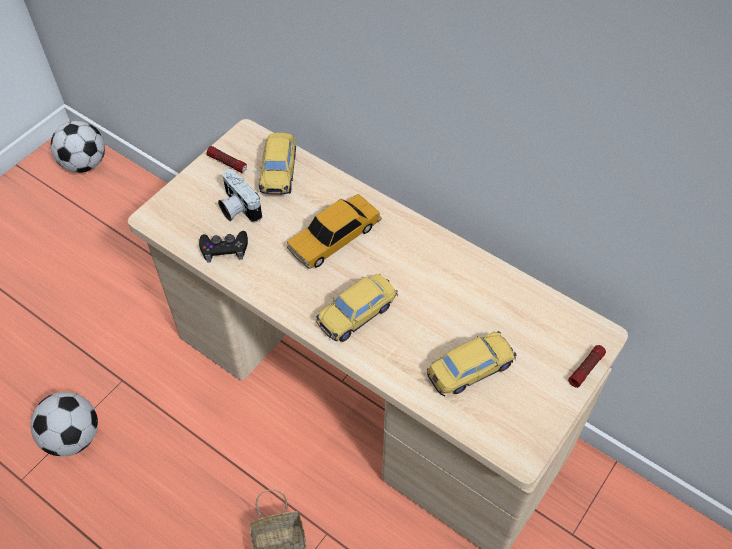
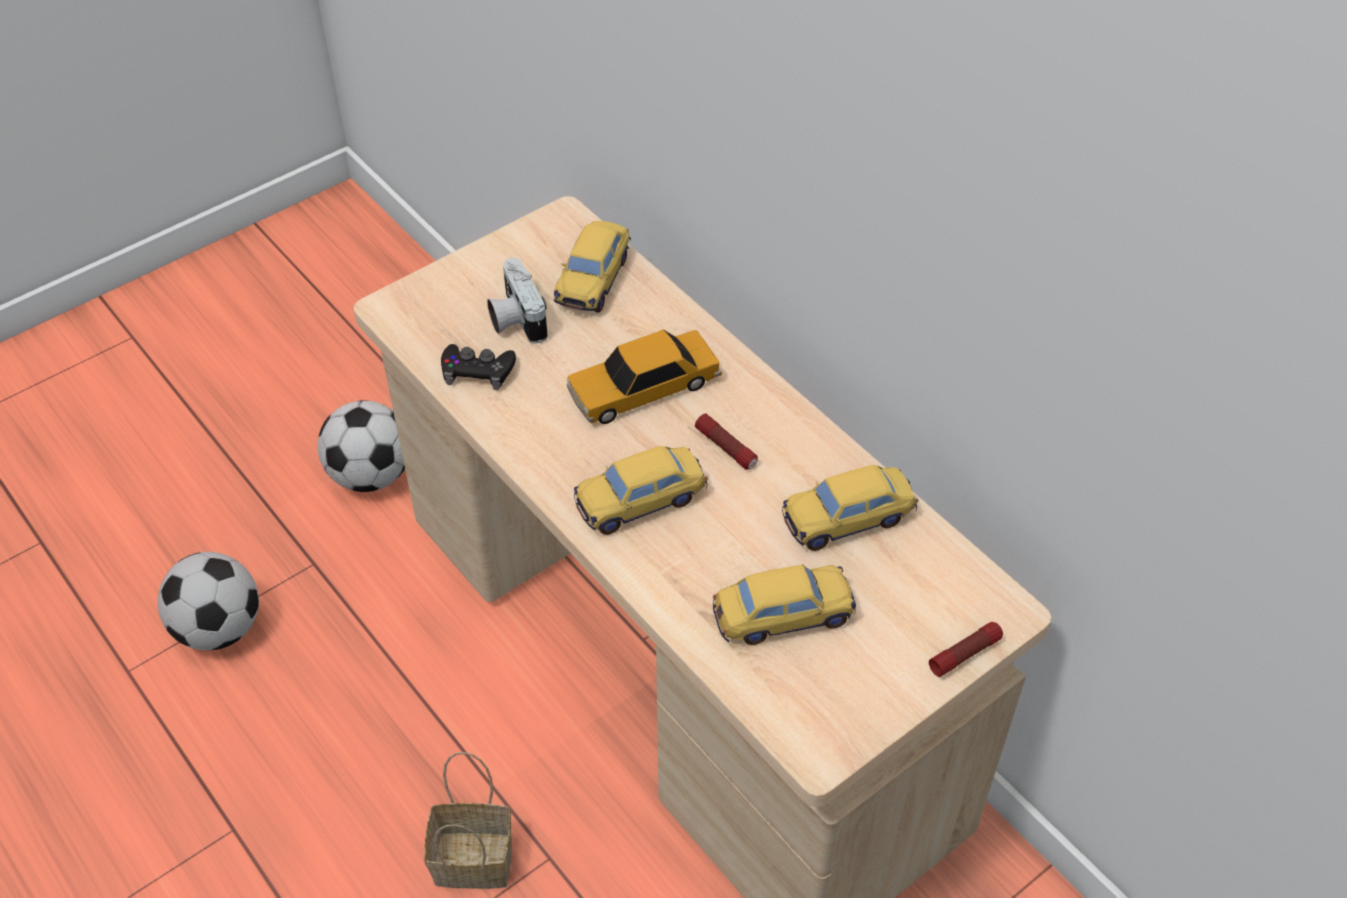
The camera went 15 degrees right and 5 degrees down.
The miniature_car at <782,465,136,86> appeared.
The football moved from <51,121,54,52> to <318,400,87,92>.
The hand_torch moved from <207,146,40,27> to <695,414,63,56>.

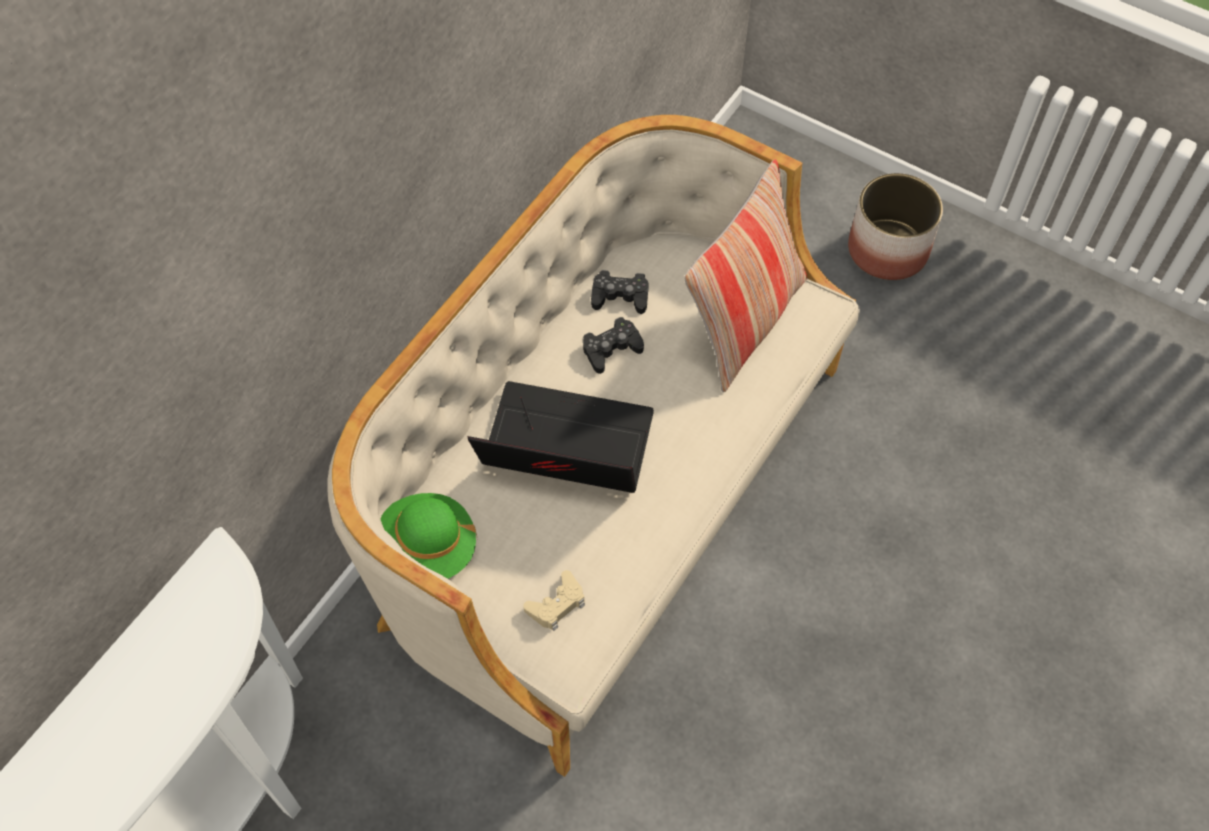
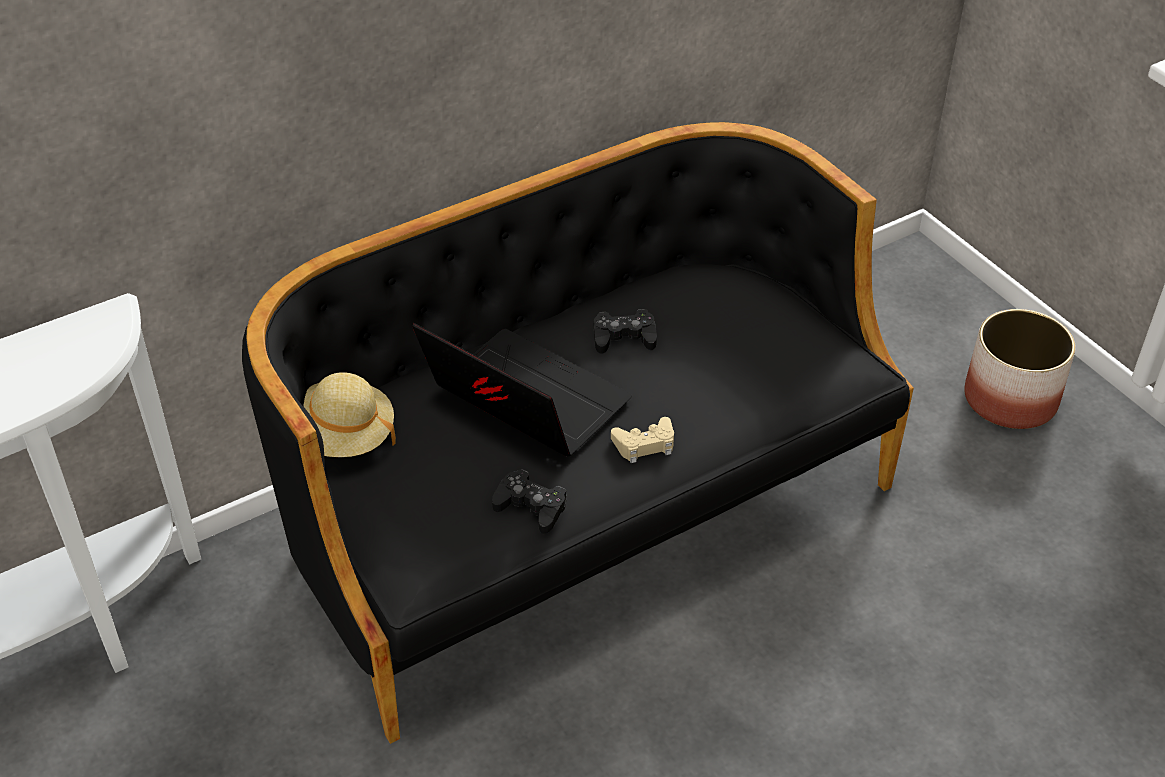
The camera went 25 degrees right and 15 degrees down.
The pillow at <684,159,123,233> disappeared.
The sand-coloured_gamepad moved from <523,570,62,61> to <611,417,63,46>.
The blackish_gamepad moved from <591,270,58,44> to <492,469,74,65>.
The sand-coloured_settee at <327,115,533,662> became the blackish_settee at <242,122,672,622>.
The green_wearable_hat at <381,493,97,86> became the sand-coloured_wearable_hat at <303,372,93,85>.

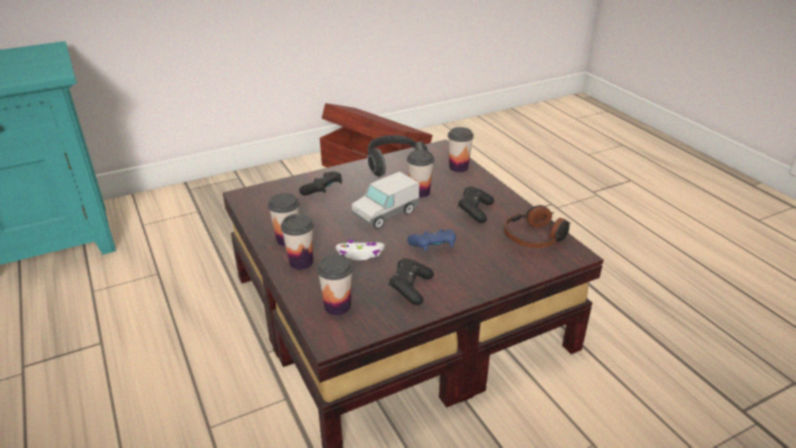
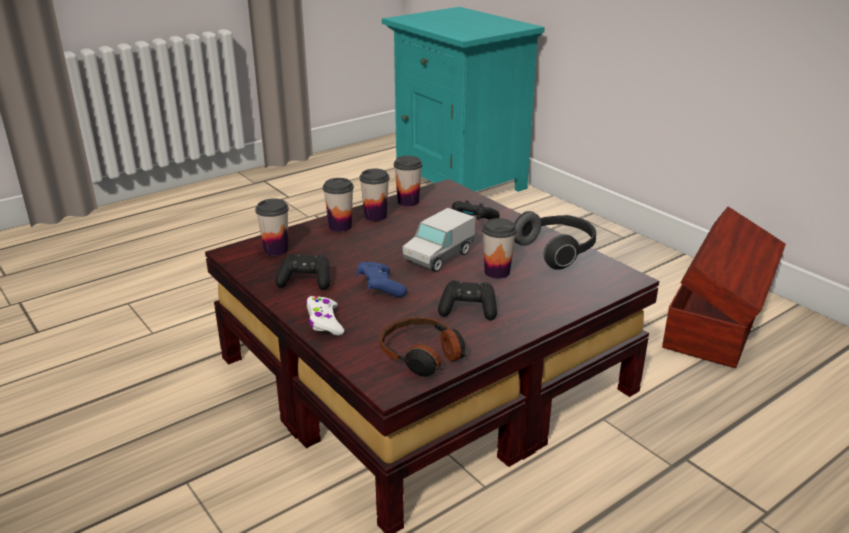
The camera went 80 degrees right and 5 degrees down.
The white_gamepad moved from <336,240,49,20> to <306,296,38,40>.
The small_cup moved from <448,127,26,45> to <394,156,28,50>.
The model_truck at <351,171,68,58> turned 90 degrees counterclockwise.

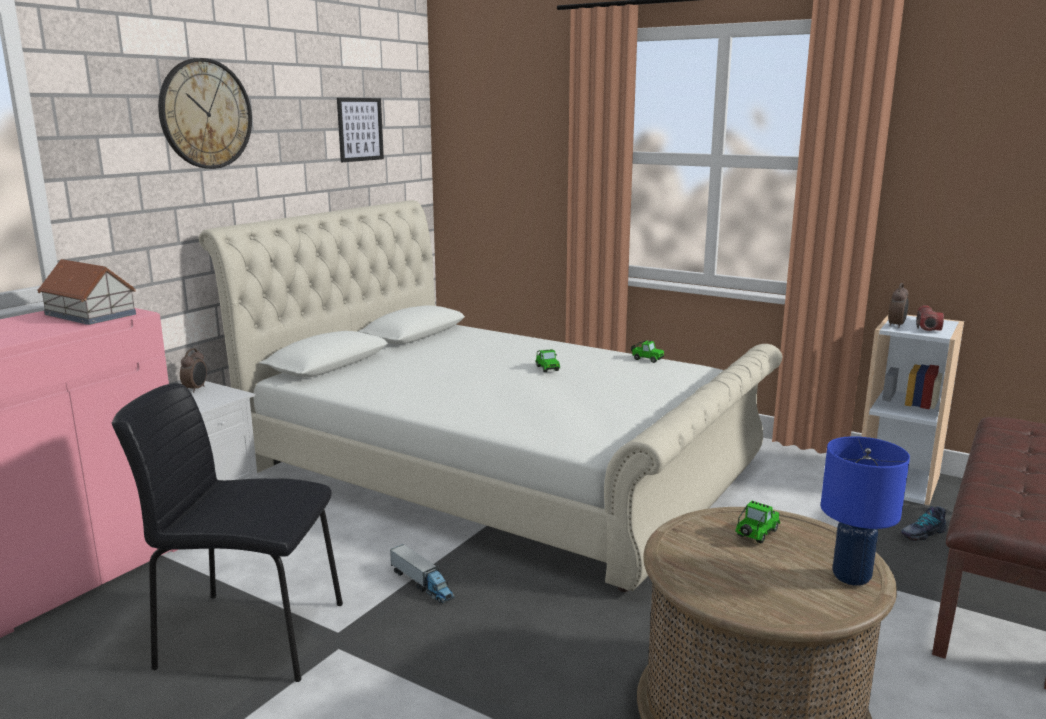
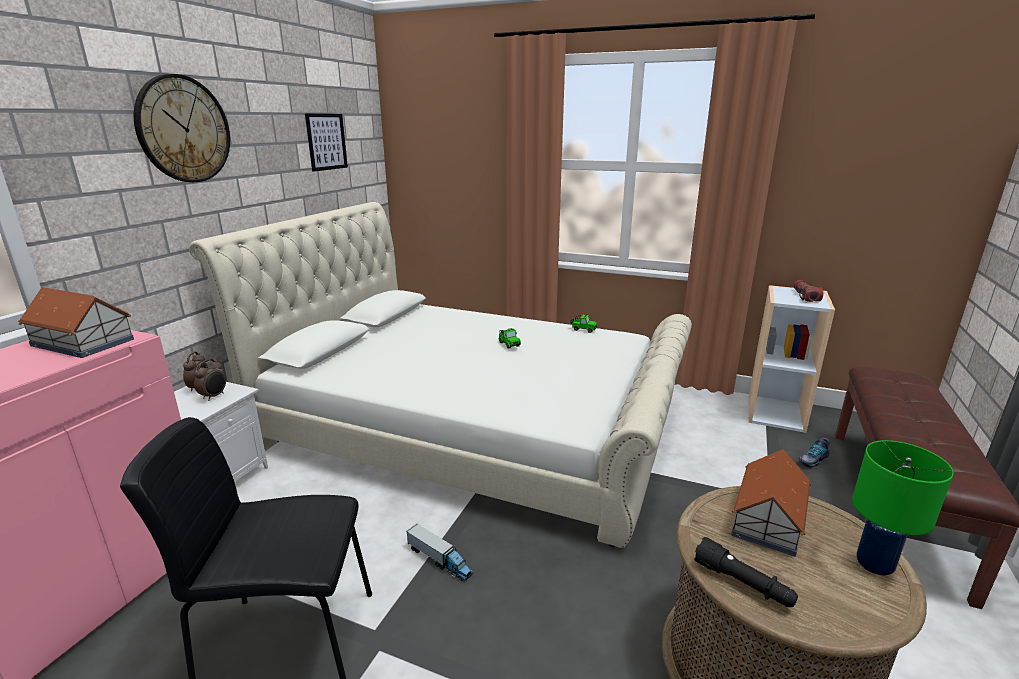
The camera went 10 degrees left and 5 degrees up.
The blackish_hand_torch at <694,537,104,70> appeared.
The alarm_clock moved from <888,283,21,45> to <194,359,32,42>.
The miniature_car at <735,501,45,42> was replaced by the miniature_house at <731,449,80,108>.
The blue_lamp_for_a_table at <821,436,89,150> became the green_lamp_for_a_table at <852,440,102,136>.

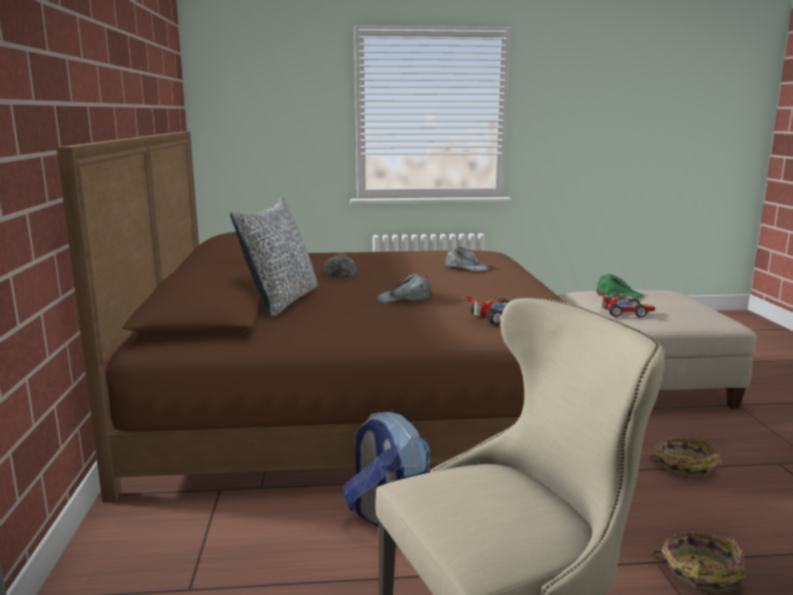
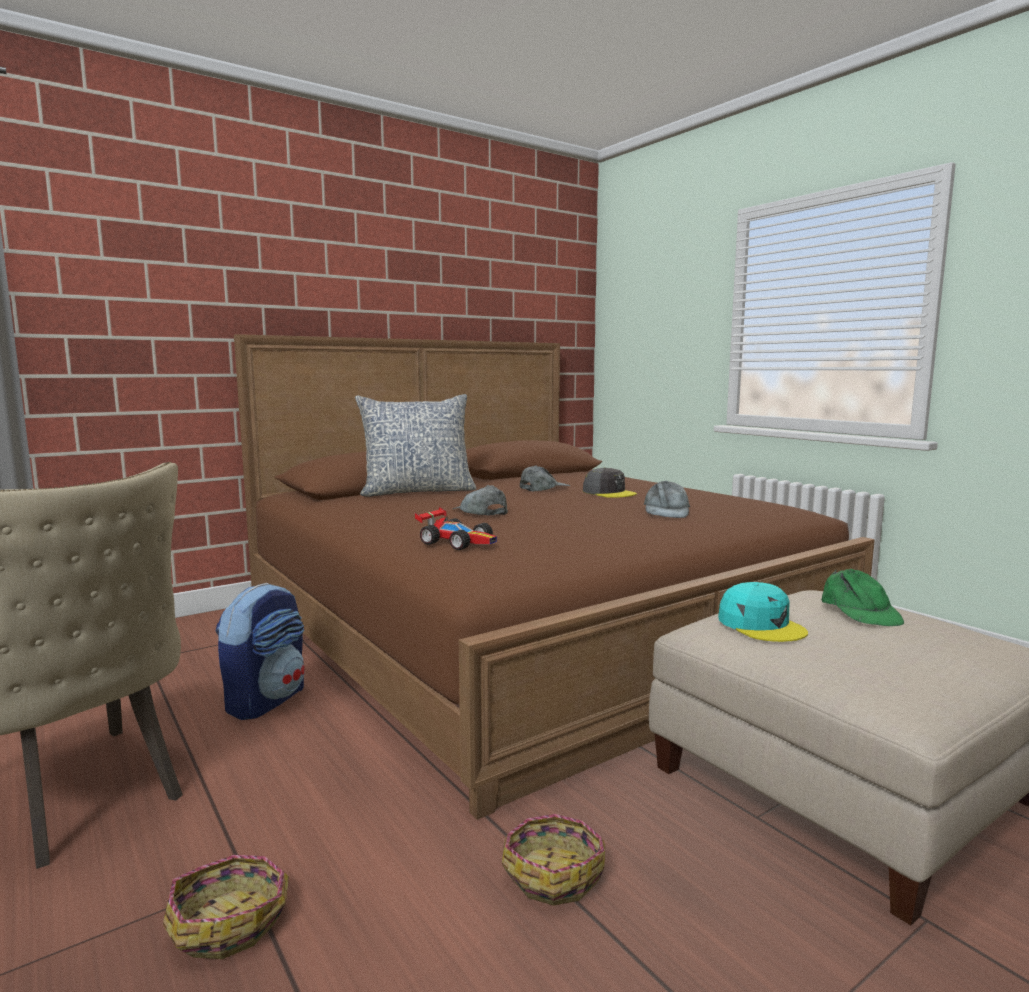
The camera went 60 degrees right and 5 degrees down.
The gray_baseball_cap at <583,467,54,31> appeared.
The miniature_car at <598,291,57,26> was replaced by the turquoise_baseball_cap at <718,582,90,60>.

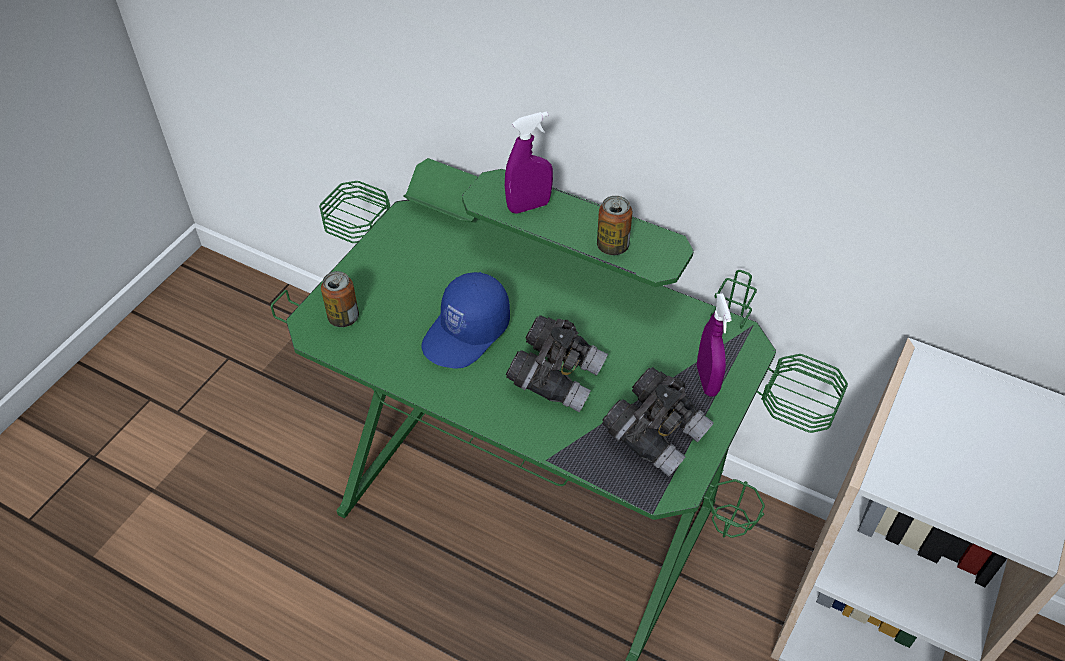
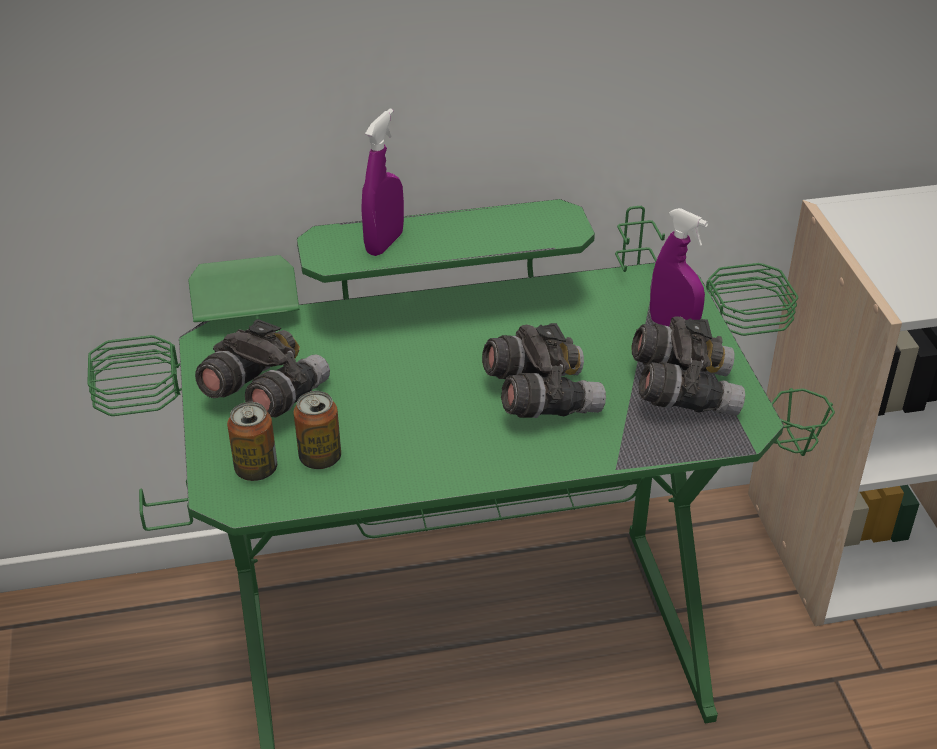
The camera went 40 degrees left and 10 degrees down.
The blue_baseball_cap at <421,272,89,96> disappeared.
The gray_binoculars at <195,319,135,98> appeared.
The sealed_can moved from <597,196,35,59> to <294,391,47,78>.

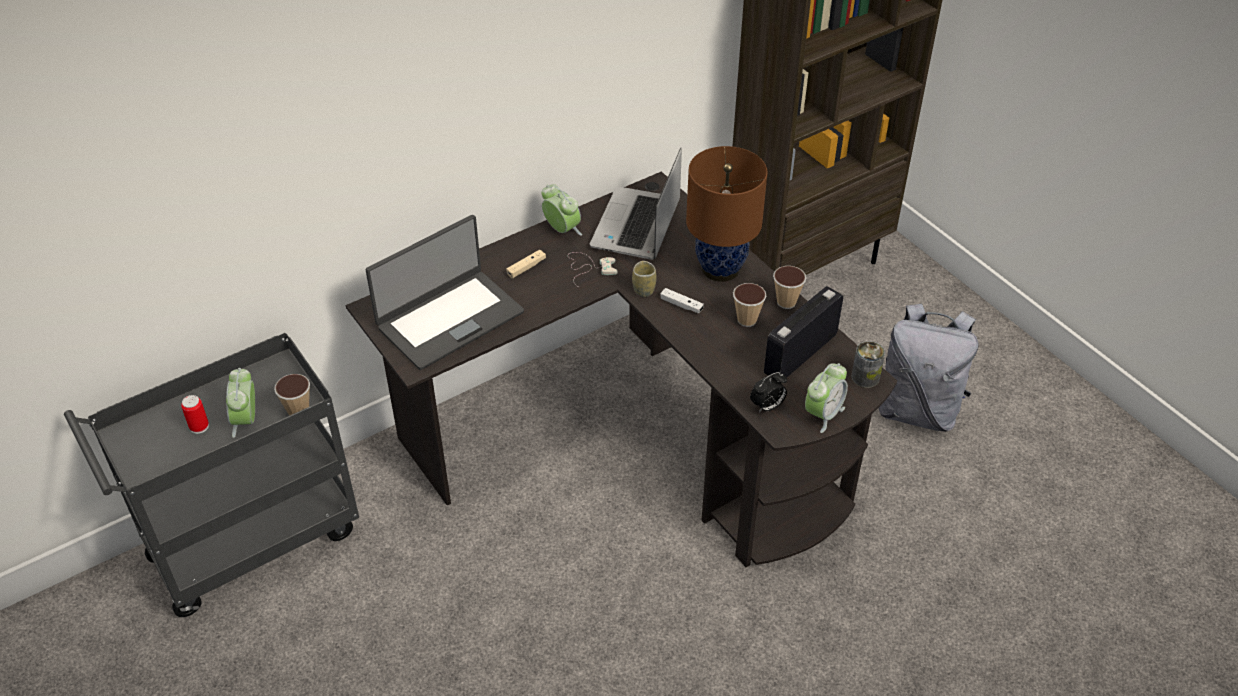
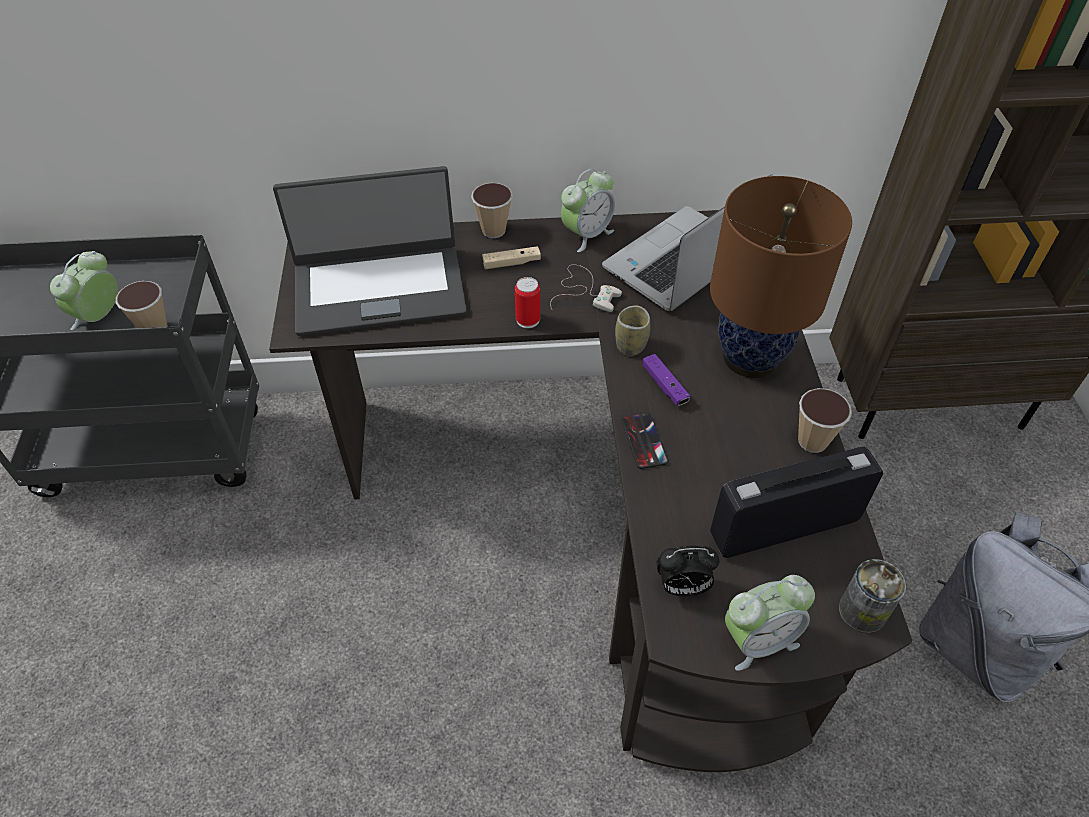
The camera went 30 degrees right and 5 degrees up.
The phone at <621,411,48,58> appeared.
The sealed_can moved from <181,395,28,39> to <515,277,25,51>.
The small_cup moved from <733,283,33,44> to <471,183,42,55>.
The white_gamepad at <660,288,44,25> became the purple_gamepad at <642,354,48,52>.
The alarm_clock at <542,184,40,52> turned 60 degrees clockwise.

